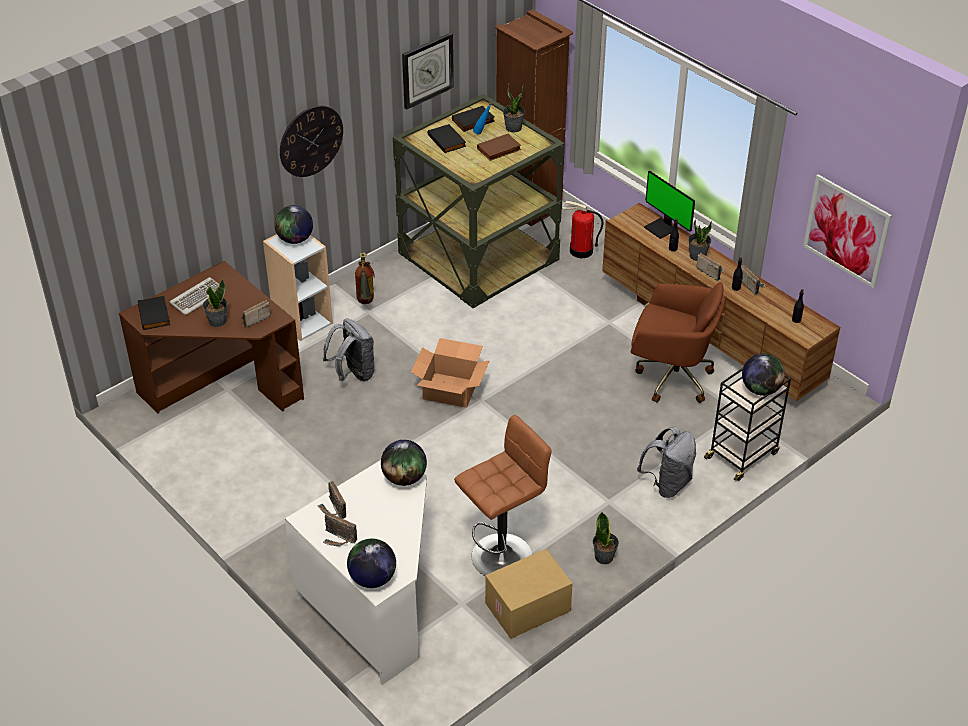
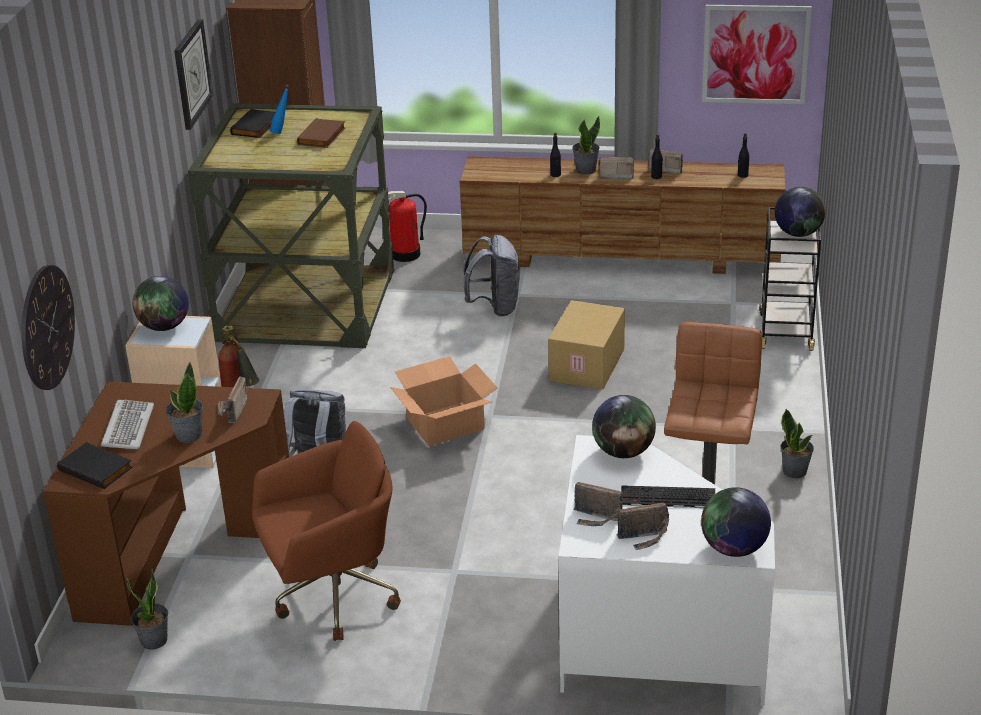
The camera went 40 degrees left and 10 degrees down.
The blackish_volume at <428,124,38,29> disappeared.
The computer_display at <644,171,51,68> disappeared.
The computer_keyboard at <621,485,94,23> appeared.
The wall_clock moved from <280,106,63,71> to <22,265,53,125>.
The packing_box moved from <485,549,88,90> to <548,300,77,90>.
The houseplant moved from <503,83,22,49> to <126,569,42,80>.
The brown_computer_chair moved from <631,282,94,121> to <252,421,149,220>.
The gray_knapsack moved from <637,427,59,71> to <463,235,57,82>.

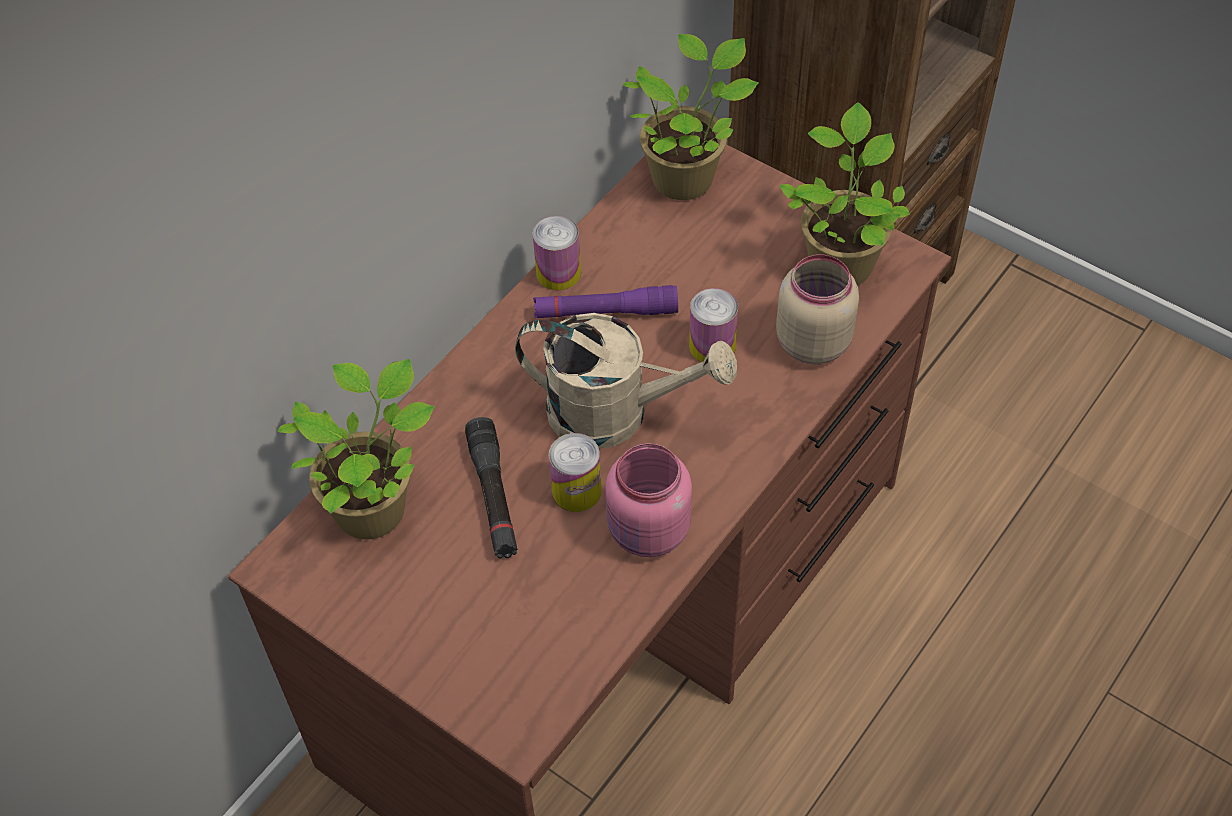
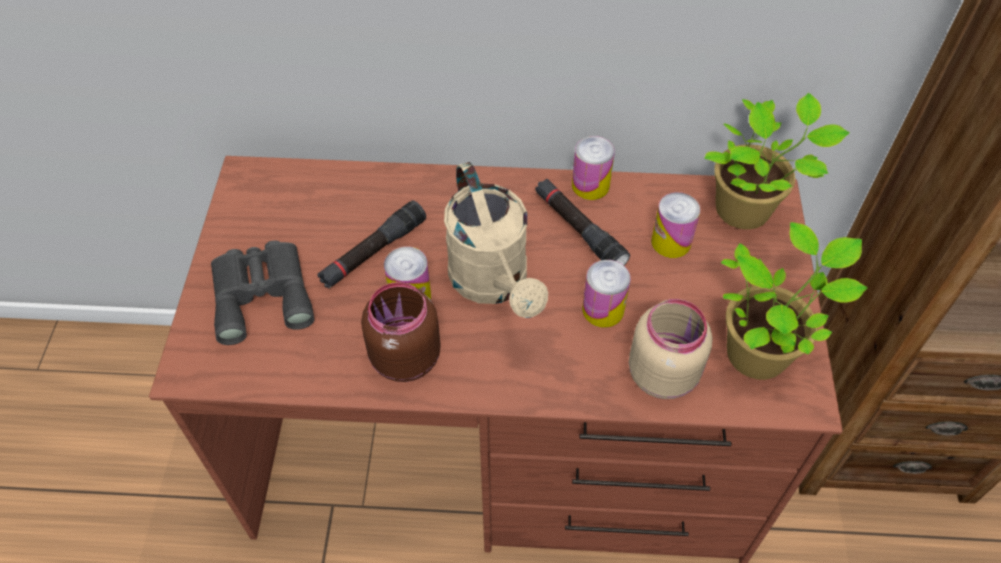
The camera went 55 degrees right and 0 degrees up.
The houseplant at <278,359,157,180> disappeared.
The gray_binoculars at <211,240,103,105> appeared.
The sealed_can at <651,192,50,66> appeared.
The purple_hand_torch at <533,285,145,33> became the blackish_hand_torch at <535,179,95,86>.
The pink_jar at <605,443,87,114> became the brown_jar at <361,282,80,100>.

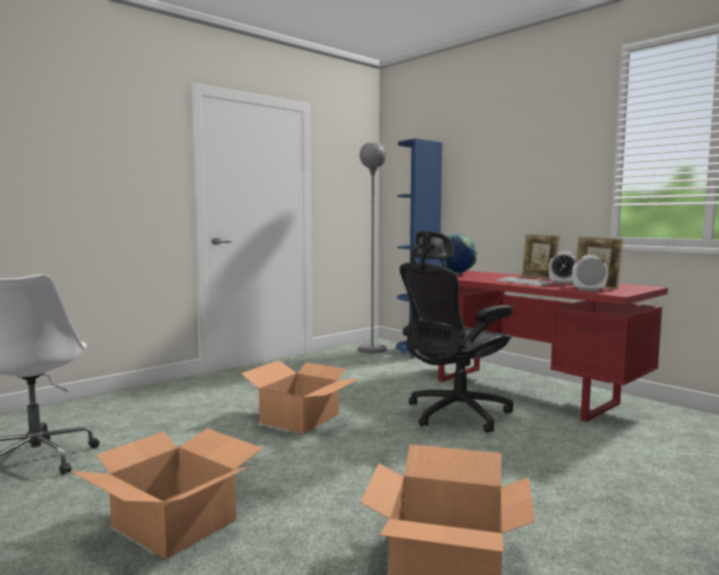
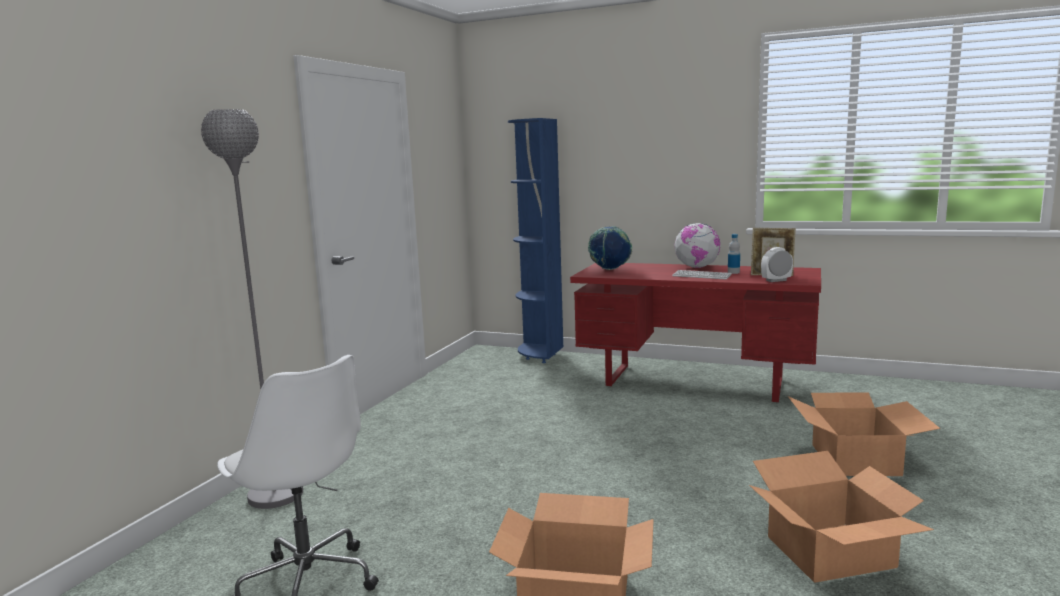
The camera went 25 degrees left and 5 degrees up.
The computer_chair at <400,231,113,202> disappeared.
The packing_box moved from <240,360,119,74> to <788,392,152,84>.
The gray_standard_lamp moved from <358,143,29,210> to <201,109,102,400>.
The photo_frame at <522,234,38,45> was replaced by the desk_globe at <674,223,46,45>.
The alarm_clock at <549,251,27,33> was replaced by the beverage_bottle at <728,234,12,40>.

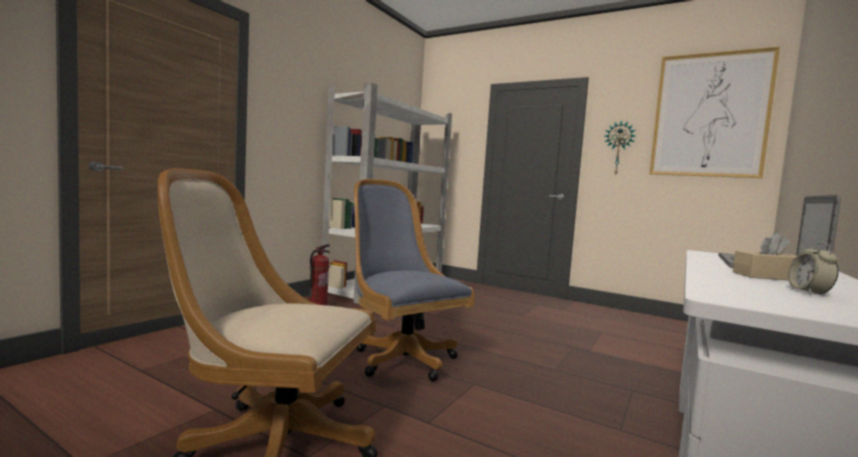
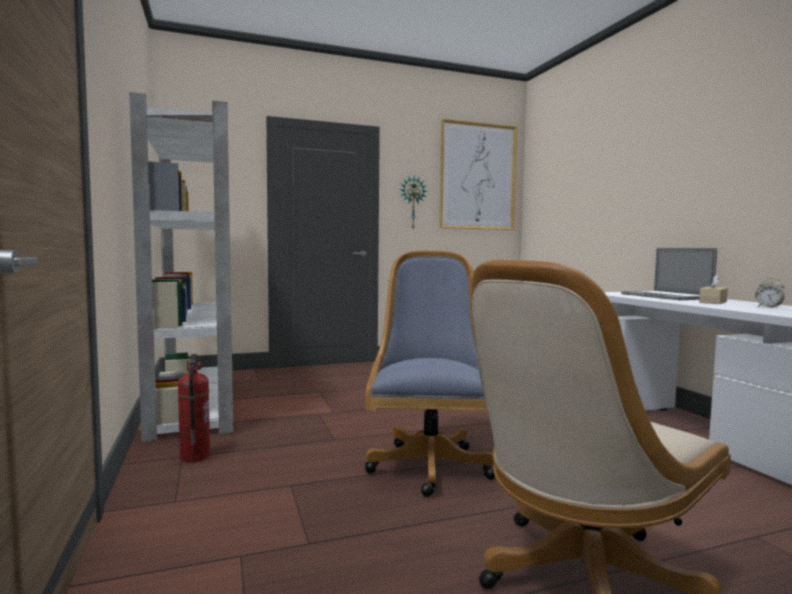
The camera went 50 degrees left and 0 degrees up.
The blue_computer_chair at <354,179,121,203> turned 90 degrees clockwise.

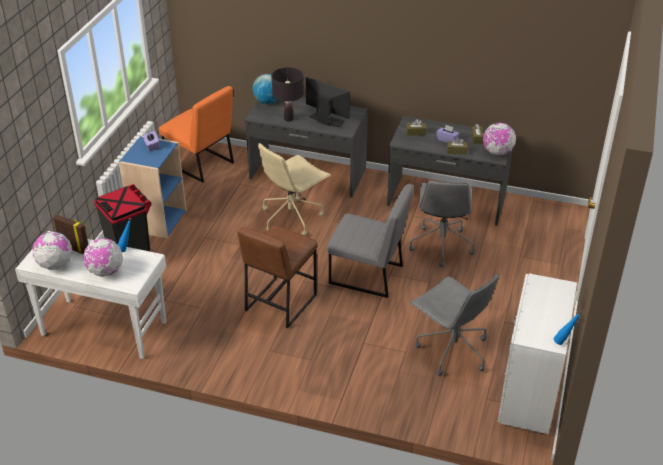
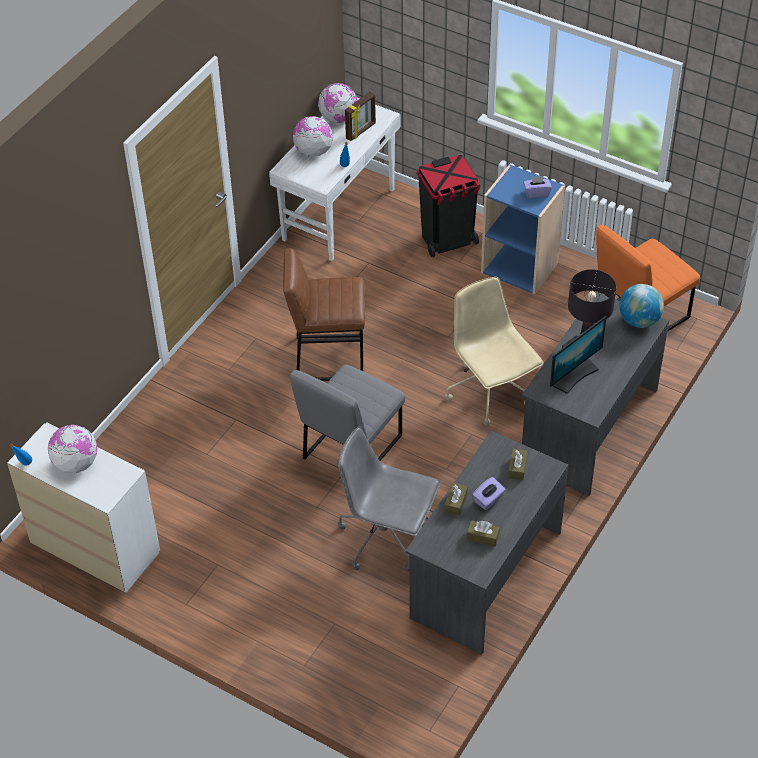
The camera went 105 degrees right and 10 degrees up.
The gray_computer_chair at <410,274,89,102> disappeared.
The desk_globe moved from <483,123,33,32> to <48,425,49,48>.
The brown_plain_chair at <237,226,80,103> turned 45 degrees counterclockwise.

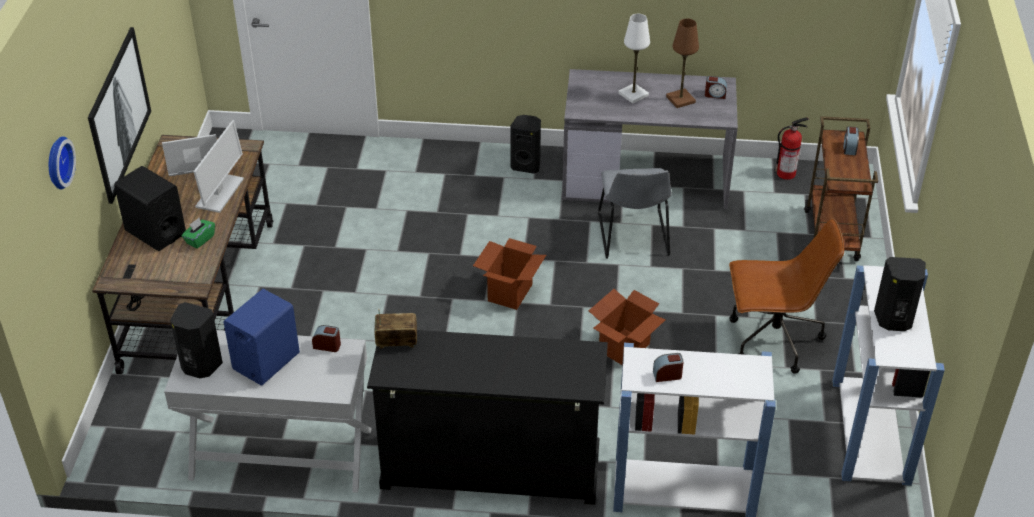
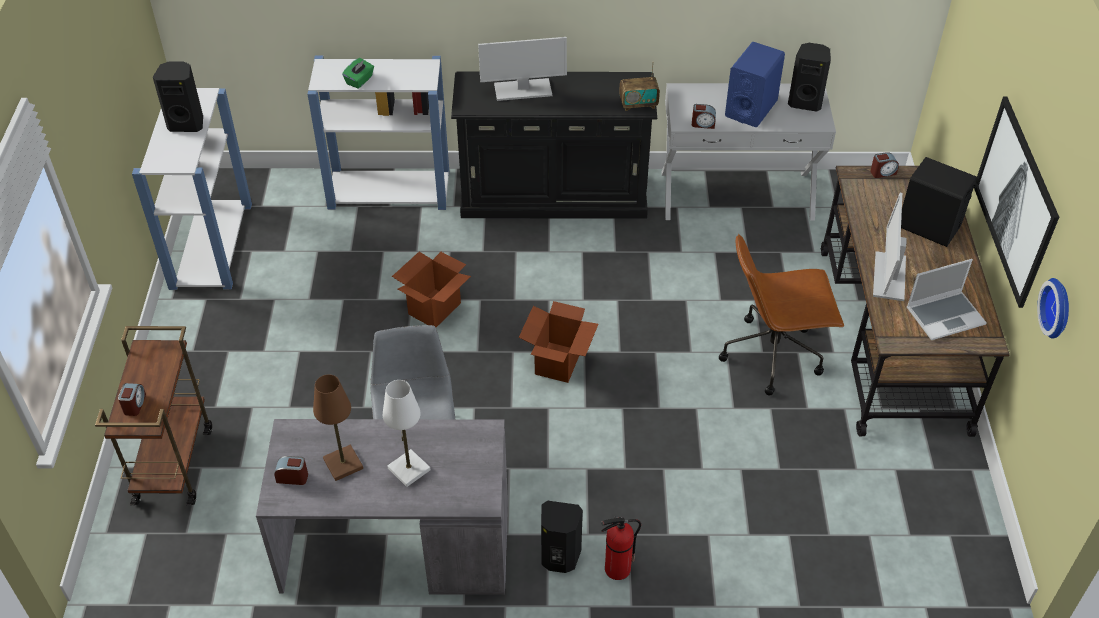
The camera went 175 degrees right and 5 degrees up.
The computer_display at <478,37,89,64> appeared.
The wall_clock moved from <49,136,27,54> to <1037,278,32,61>.
The green_box_of_tissues moved from <182,218,33,31> to <342,58,32,31>.
The alarm_clock moved from <653,353,31,29> to <870,152,29,26>.
The brown_computer_chair moved from <729,218,115,155> to <719,234,125,161>.
The extinguisher moved from <775,117,34,63> to <601,516,40,64>.

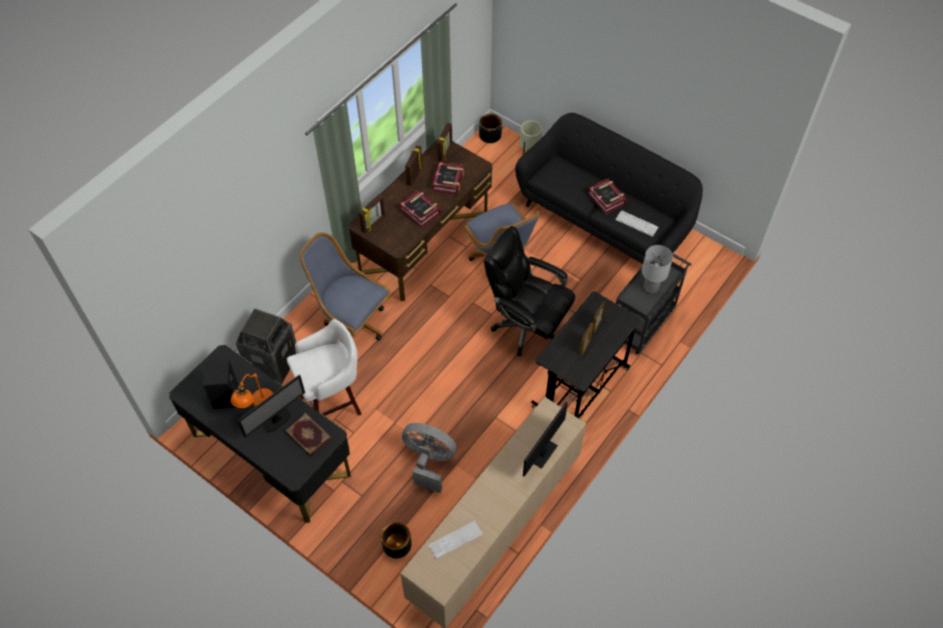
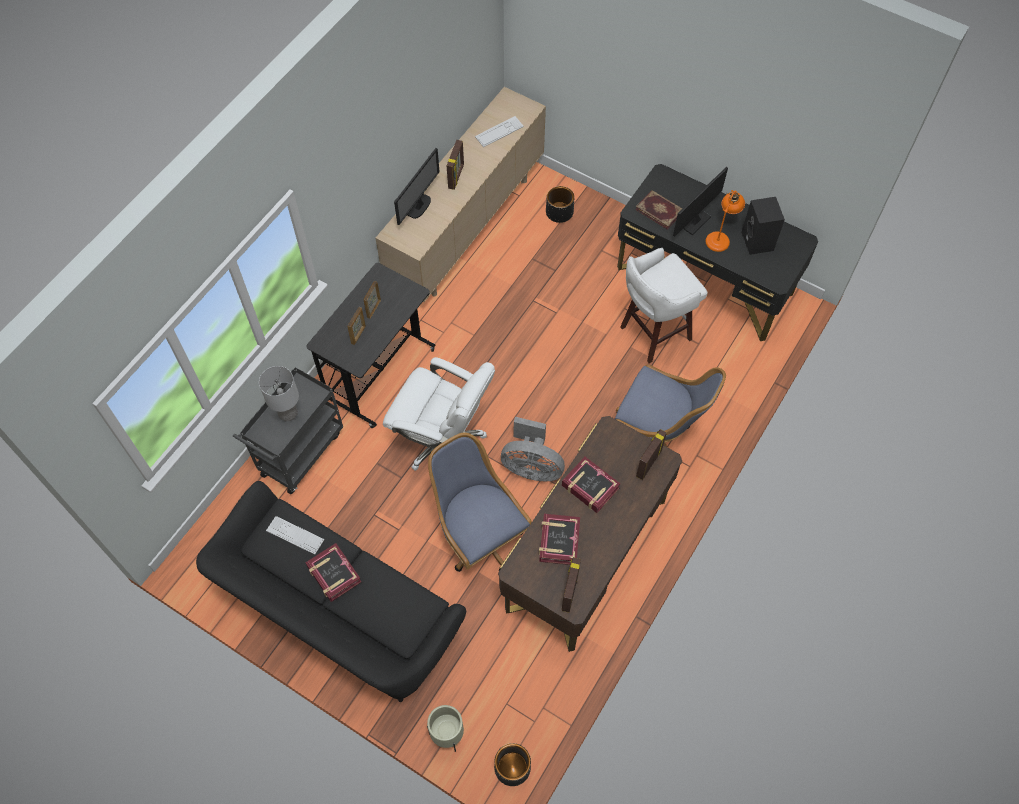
The camera went 175 degrees right and 5 degrees up.
The waste_bin at <236,308,60,77> disappeared.
The gray_fan moved from <402,423,54,70> to <501,417,64,64>.
The photo_frame moved from <405,145,17,41> to <447,140,17,50>.
The blackish_computer_chair at <484,226,91,130> became the white_computer_chair at <383,357,112,114>.

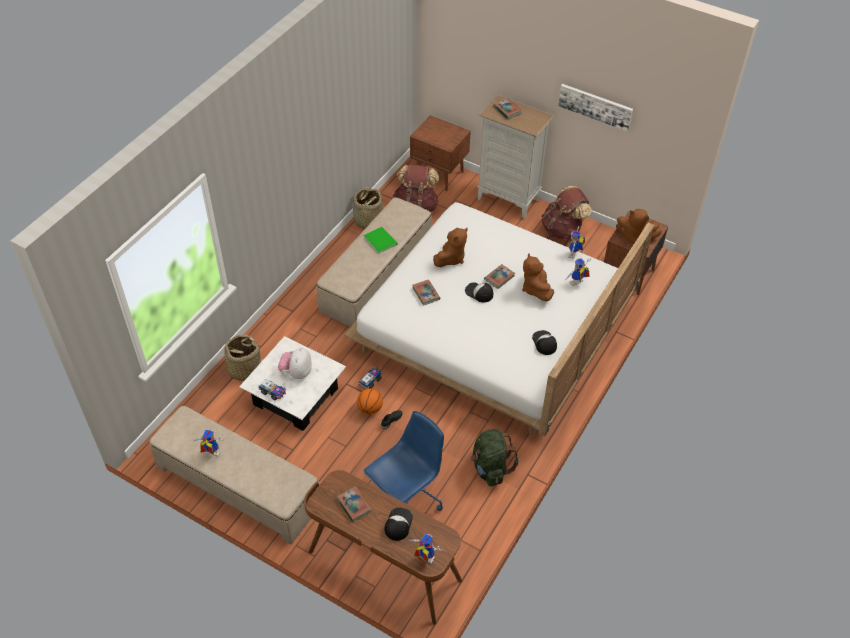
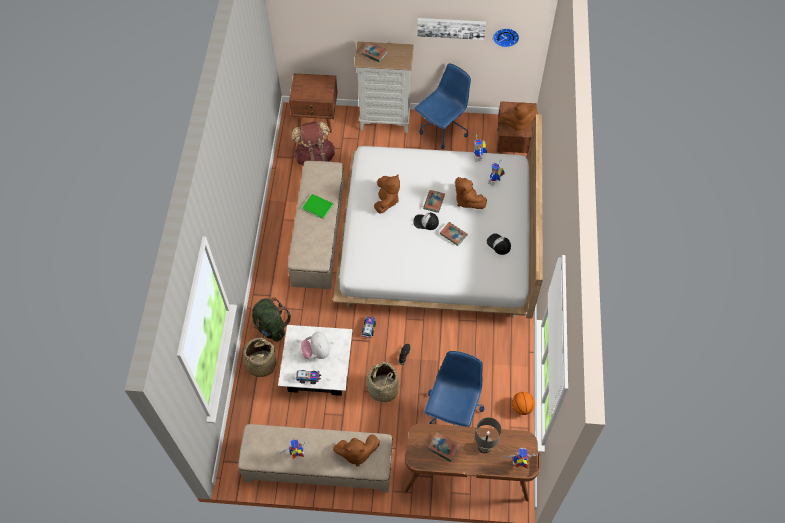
The camera went 25 degrees left and 10 degrees up.
The brown_cuddly_toy at <333,434,47,33> appeared.
The wall_clock at <493,28,26,19> appeared.
The household_basket moved from <353,187,31,42> to <367,362,33,43>.
The ball_for_basketball moved from <357,388,26,26> to <512,392,23,23>.
The volume moved from <412,280,28,26> to <440,222,28,24>.
The green_knapsack moved from <470,429,49,57> to <252,297,39,45>.
The baseball_cap at <385,508,28,33> was replaced by the gray_lamp_for_a_table at <475,417,27,36>.
The brown_knapsack at <541,186,51,54> was replaced by the blue_computer_chair at <414,63,57,86>.

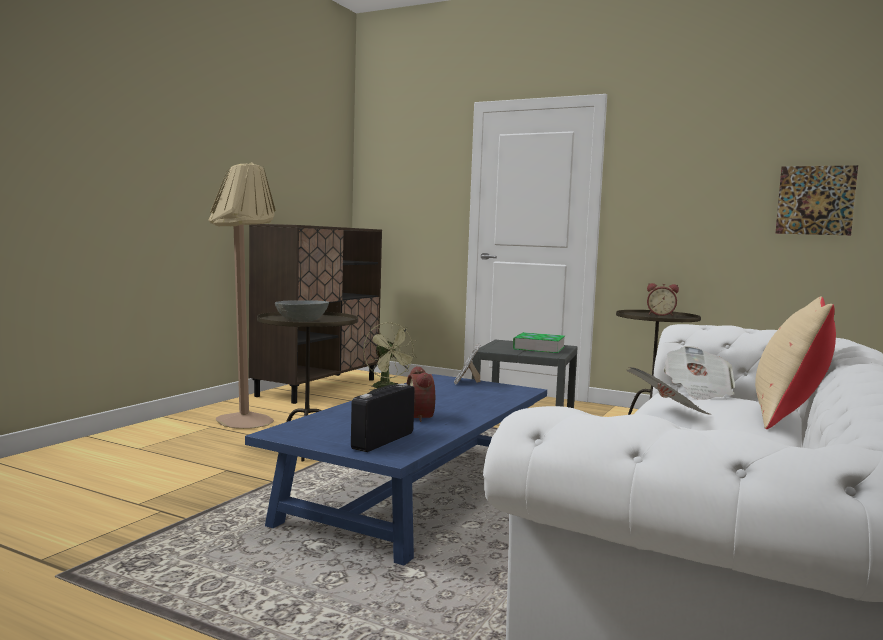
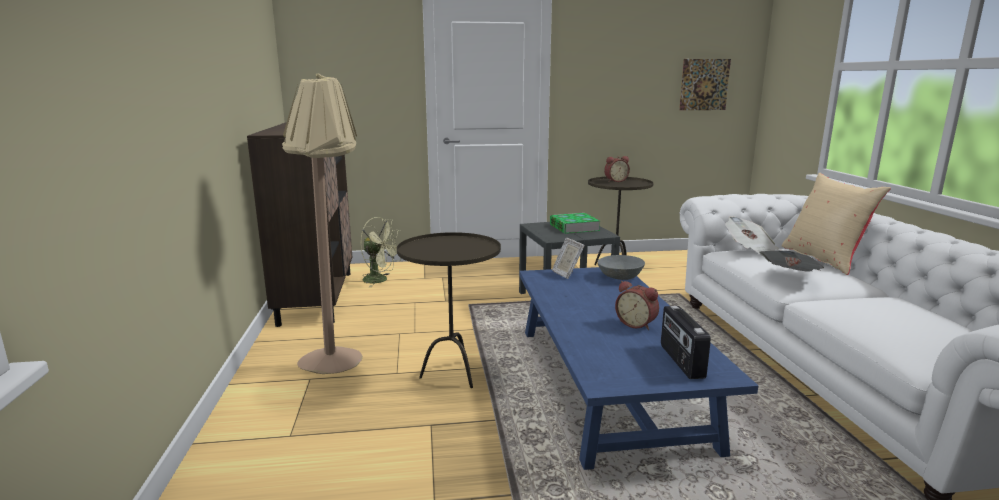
The camera went 35 degrees left and 10 degrees up.
The gray_serving_bowl moved from <275,300,54,22> to <598,255,47,25>.

